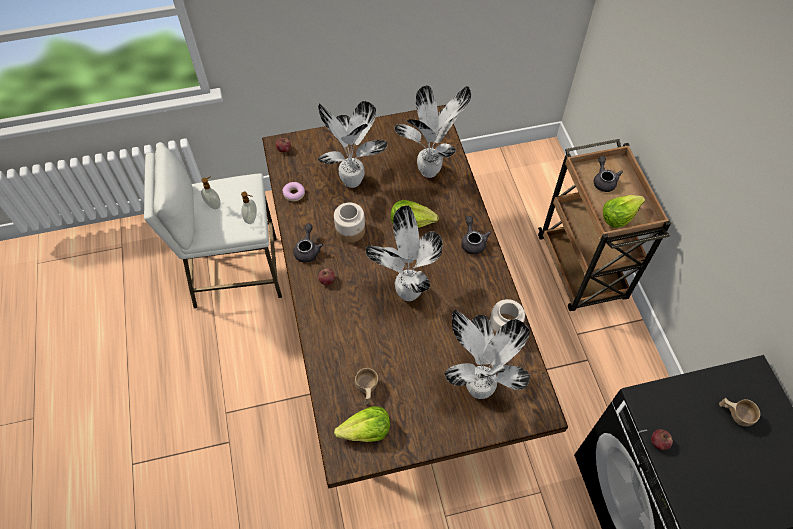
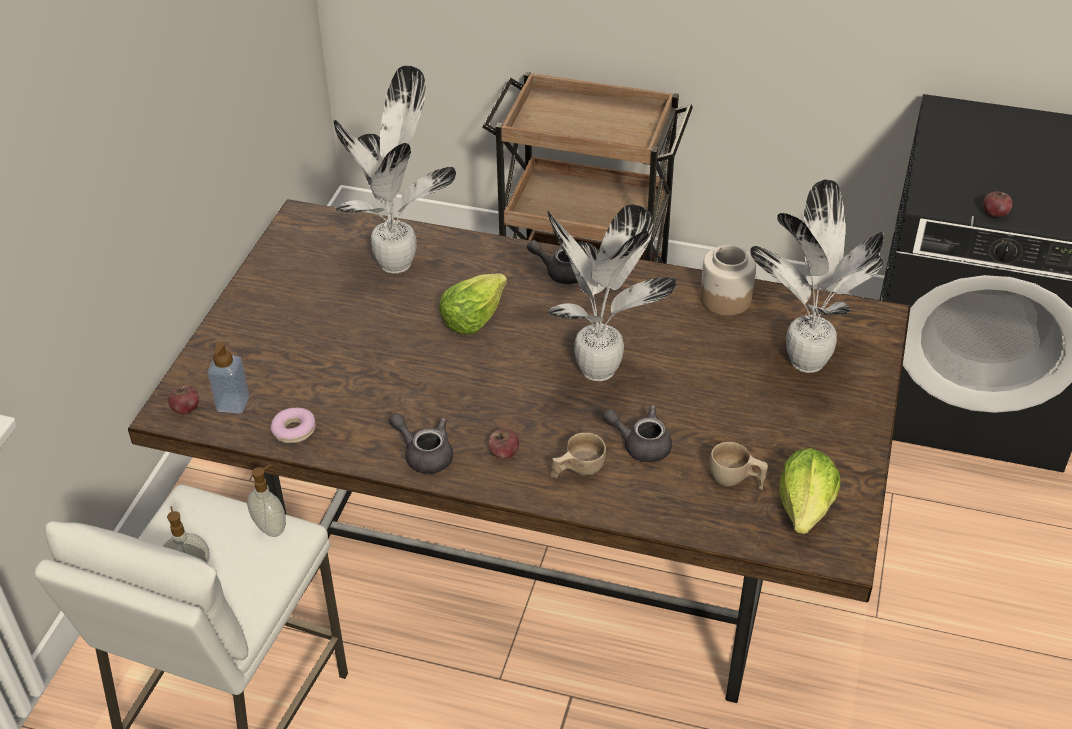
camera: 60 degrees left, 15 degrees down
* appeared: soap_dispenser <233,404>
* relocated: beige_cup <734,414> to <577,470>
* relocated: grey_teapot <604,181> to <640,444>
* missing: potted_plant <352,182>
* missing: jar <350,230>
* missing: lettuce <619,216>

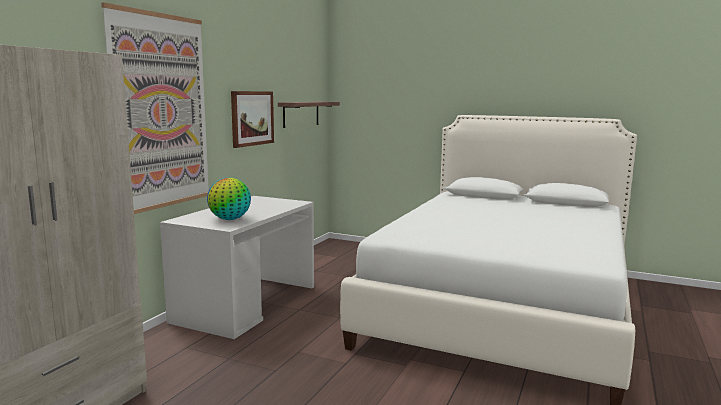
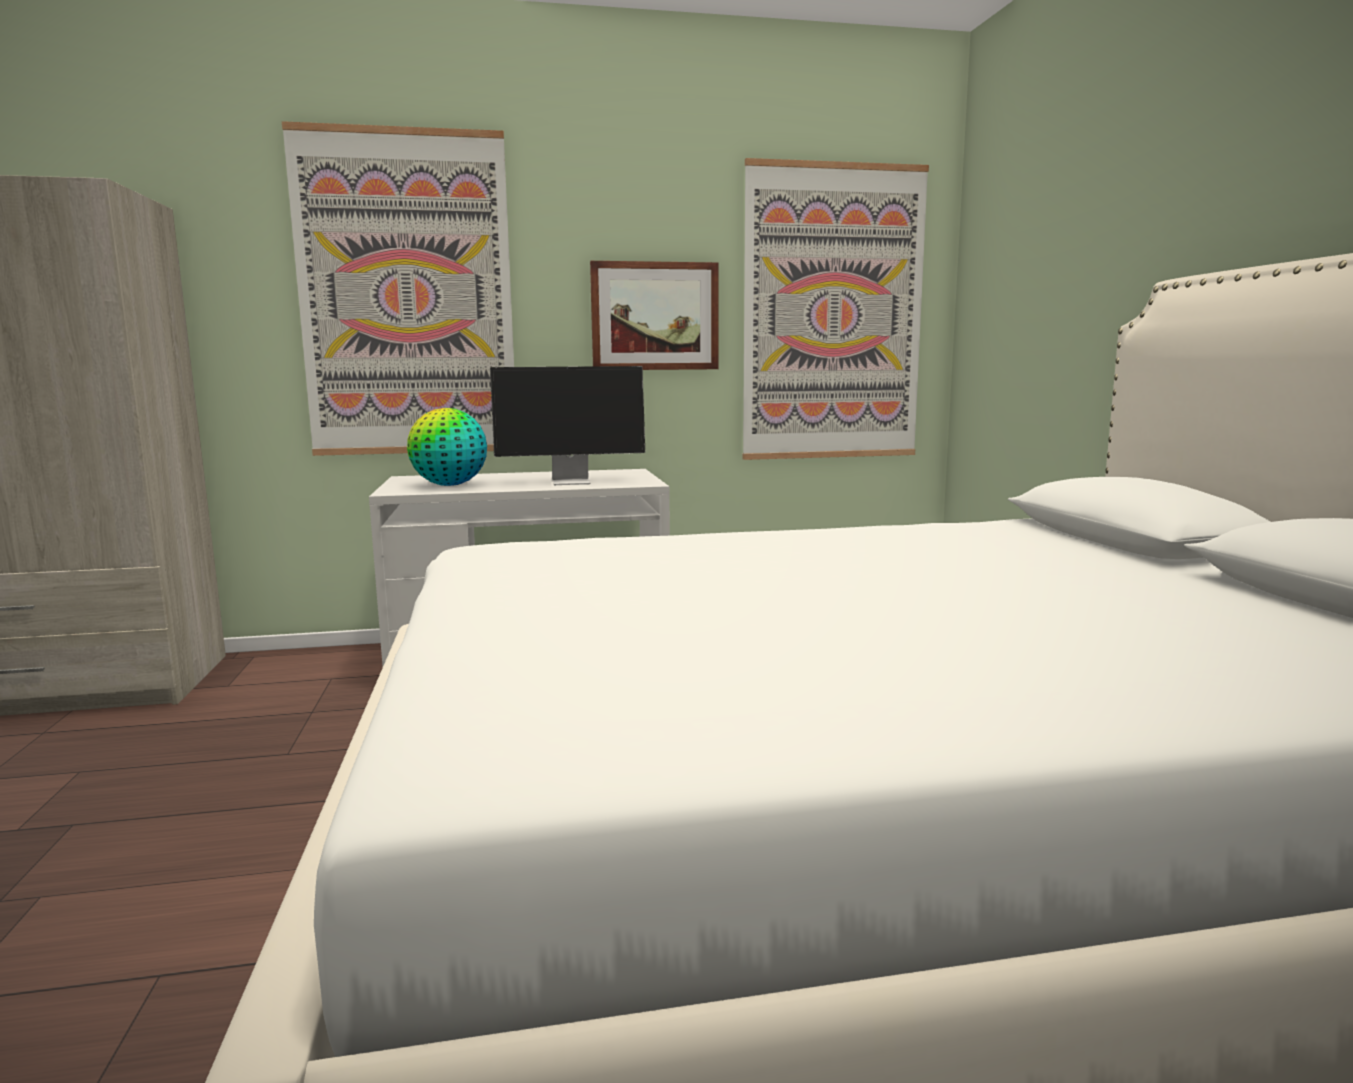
camera: 55 degrees right, 0 degrees up
* appeared: monitor <572,482>
* exchanged: shelf <301,114> to picture <833,314>

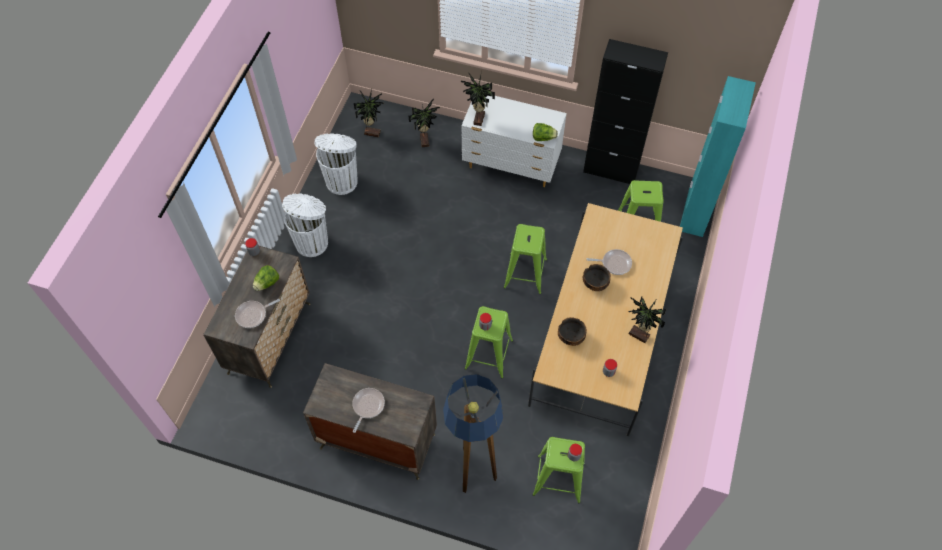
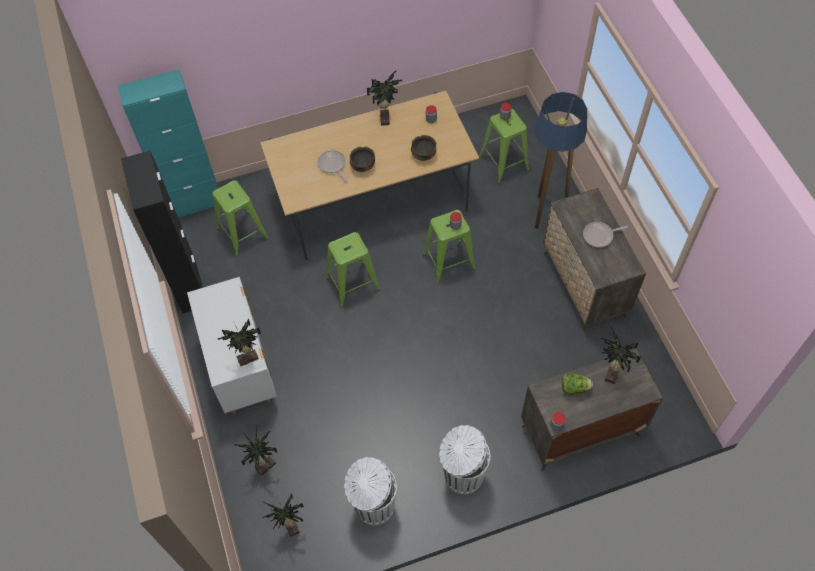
camera: 125 degrees left, 0 degrees up
* exchanged: frying_pan <253,315> to potted_plant <610,373>
* missing: lettuce <543,138>

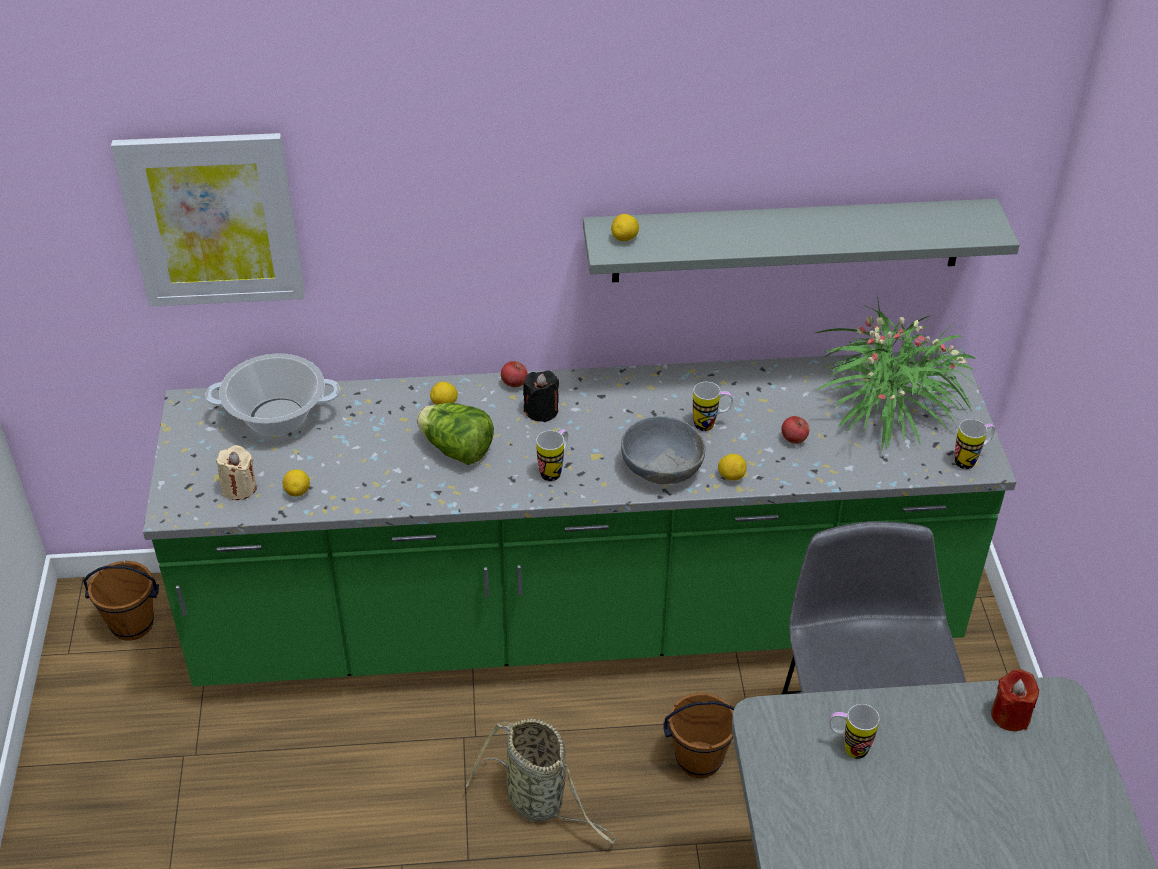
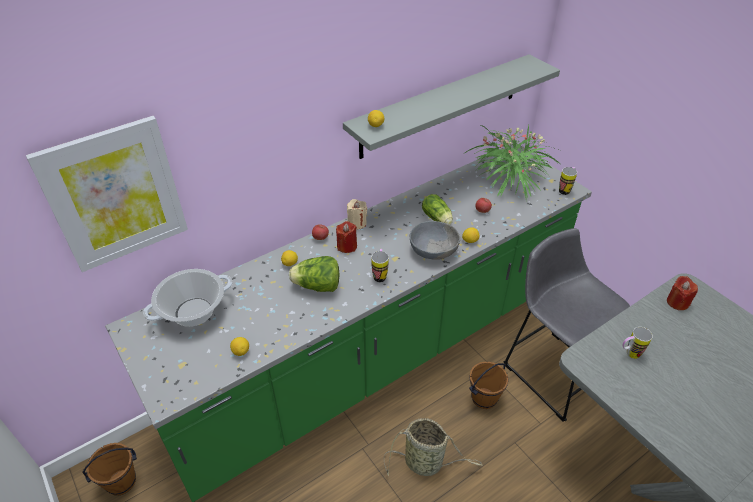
camera: 30 degrees left, 0 degrees up
* colour: black_candle <541,411> to red_candle <347,246>
* relocated: beige_candle <239,488> to <357,223>
* exchanged: mug <710,424> to lettuce <437,219>

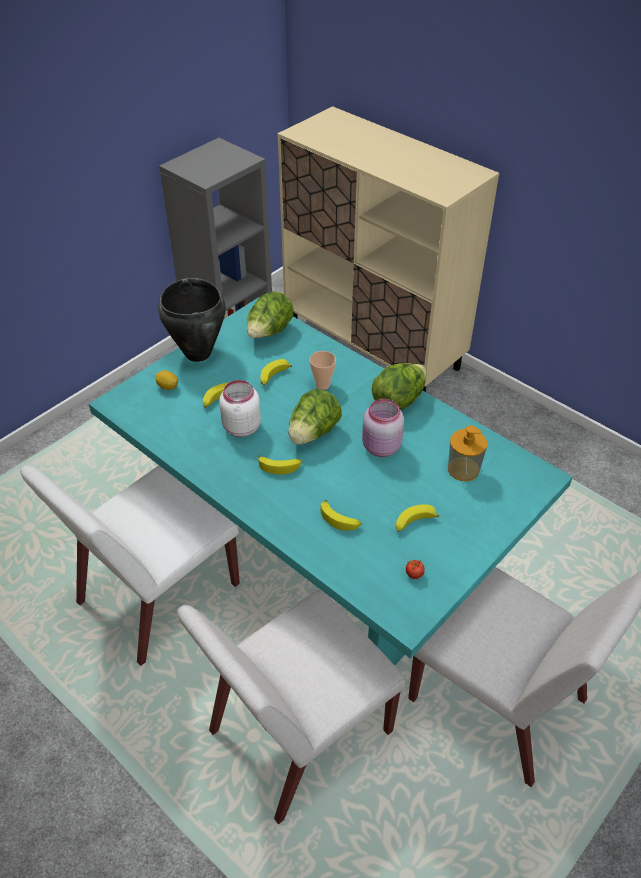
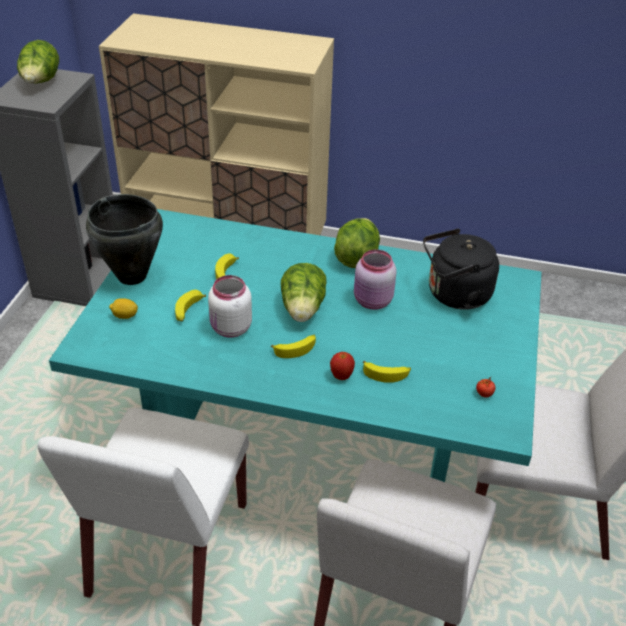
camera: 30 degrees left, 5 degrees down
* relocated: lettuce <269,333> to <41,83>
* appeared: apple <341,376>
* exchanged: soap_dispenser <463,469> to black_kettle <455,295>
* missing: cup <322,384>
* missing: banana <414,523>

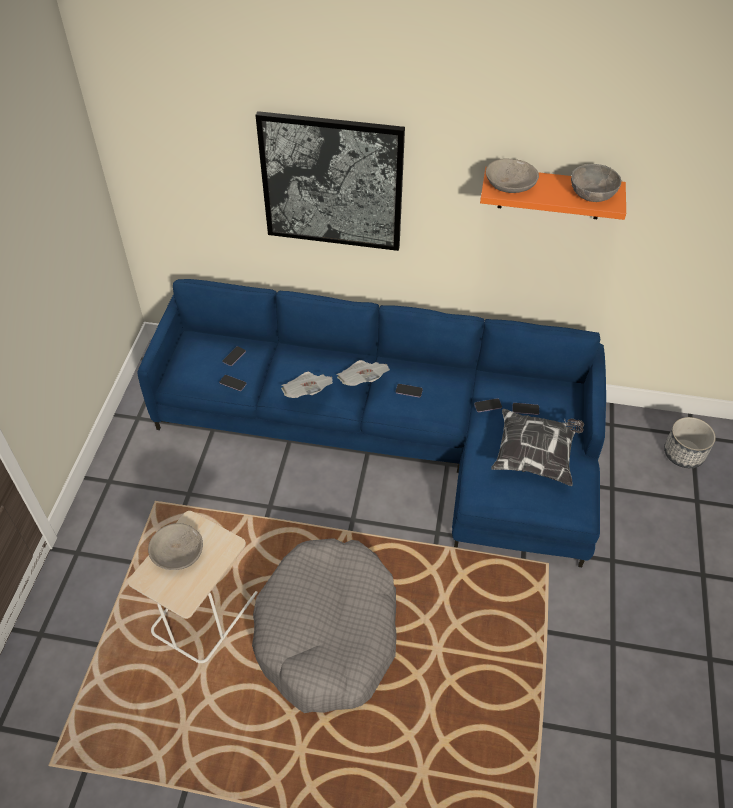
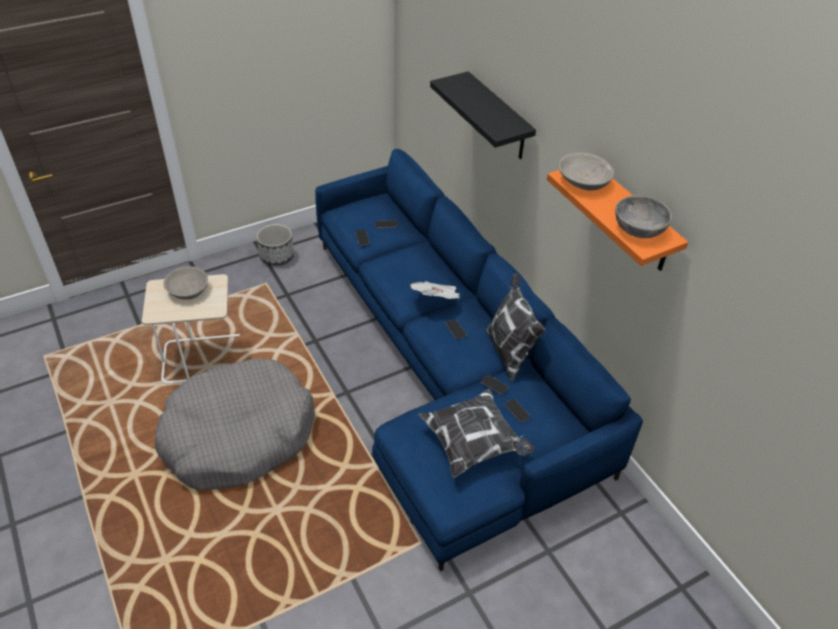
camera: 50 degrees right, 5 degrees down
* relocated: planter <684,454> to <277,256>
* exchanged: picture <332,182> to black_shelf <498,117>
* appeared: pillow <509,352>
* missing: newspaper <307,393>

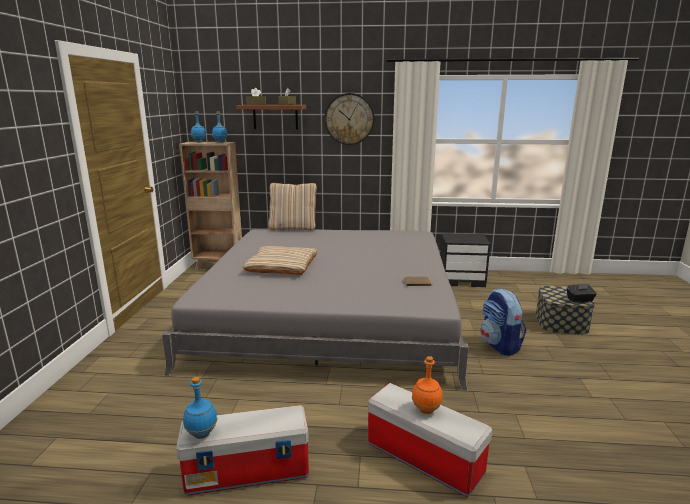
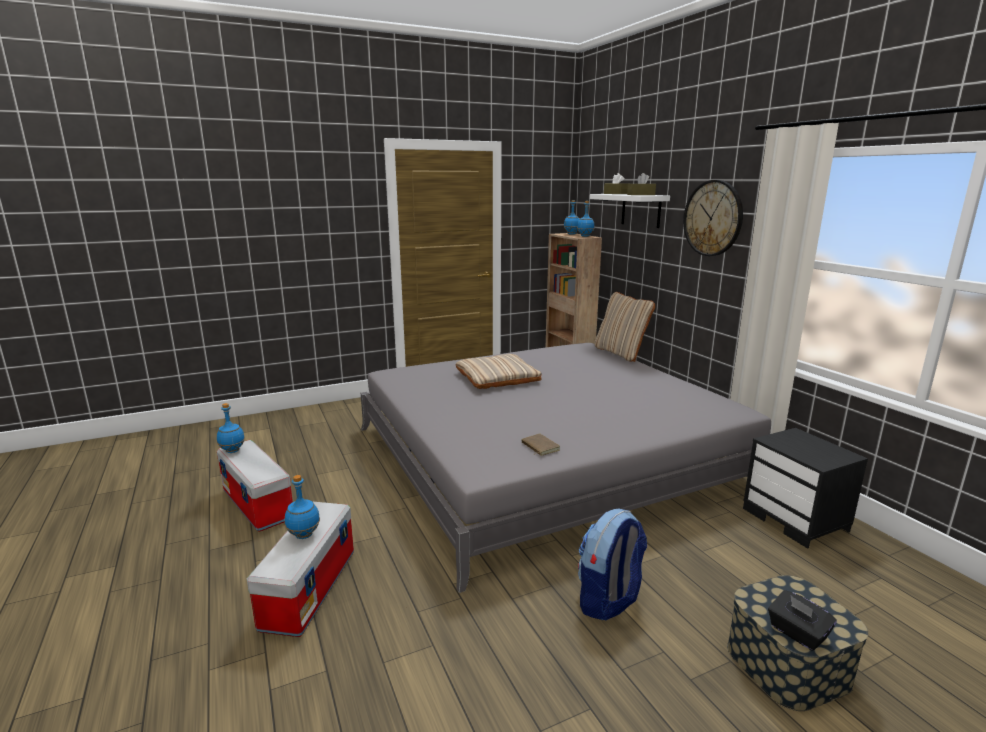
camera: 60 degrees right, 0 degrees up
* colour: orange_bottle <426,410> to blue_bottle <304,535>
* colour: brown_shelf <275,117> to white_shelf <641,210>

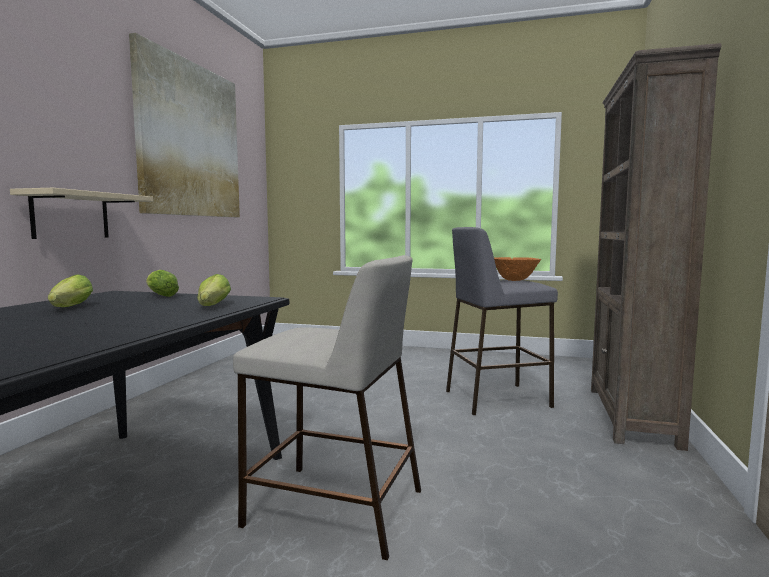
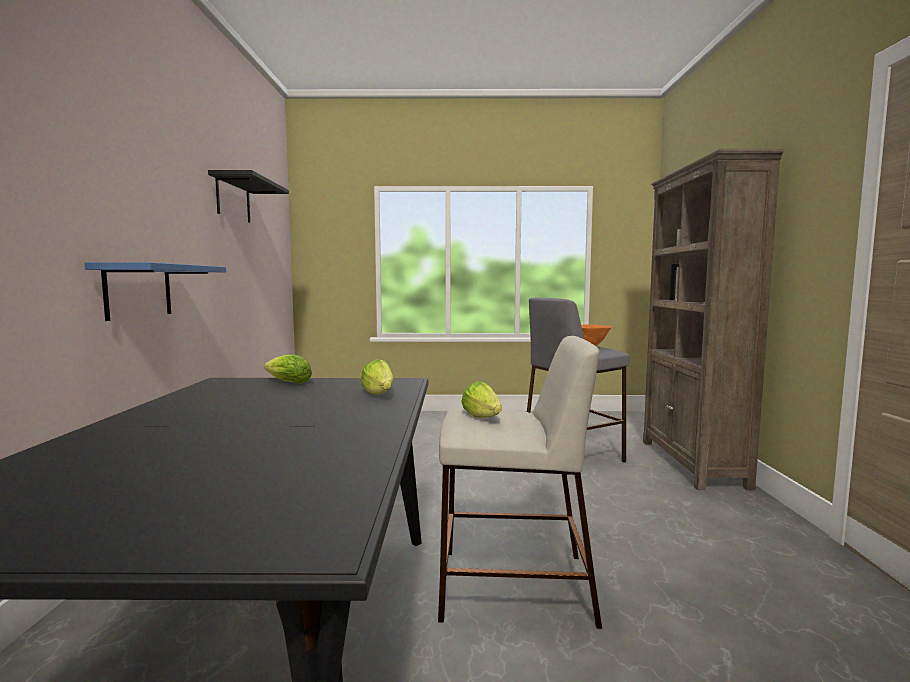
camera: 15 degrees left, 0 degrees up
* colour: beige_shelf <71,215> to blue_shelf <138,291>
* exchanged: picture <190,140> to black_shelf <233,199>
* relocated: lettuce <69,307> to <483,417>

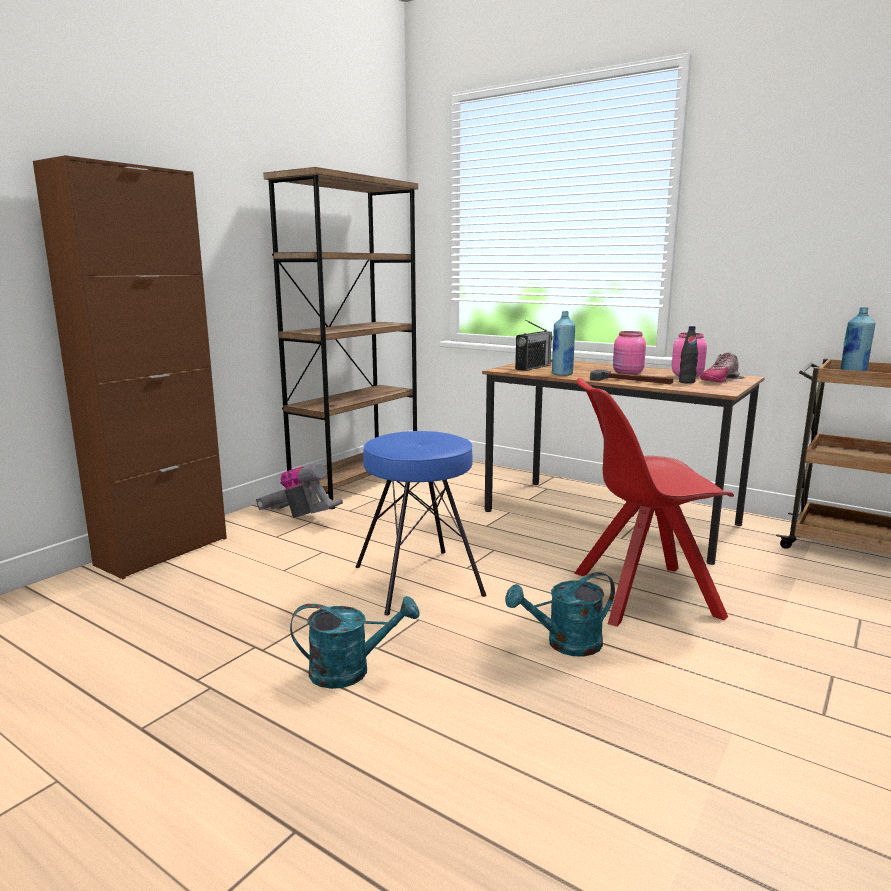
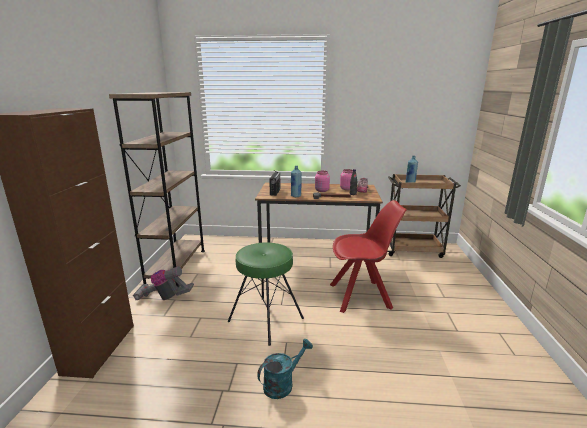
camera: 30 degrees left, 5 degrees up
* colour: blue_stool <419,580> to green_stool <266,319>
* spun: red_chair <640,595> = <361,296> 150 degrees counterclockwise
* missing: turquoise_watering_can <565,644>

